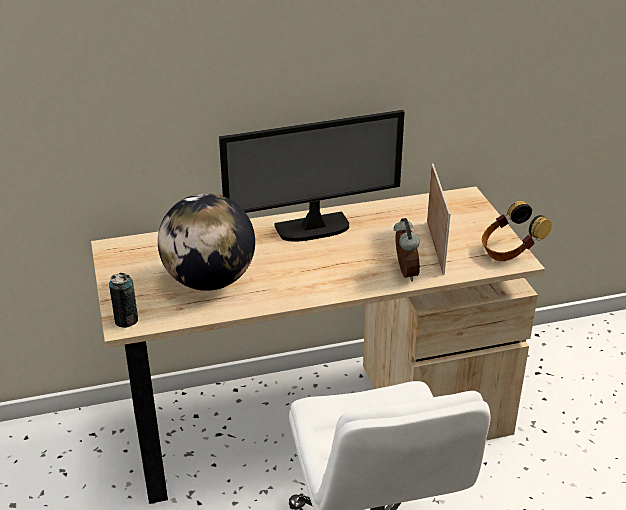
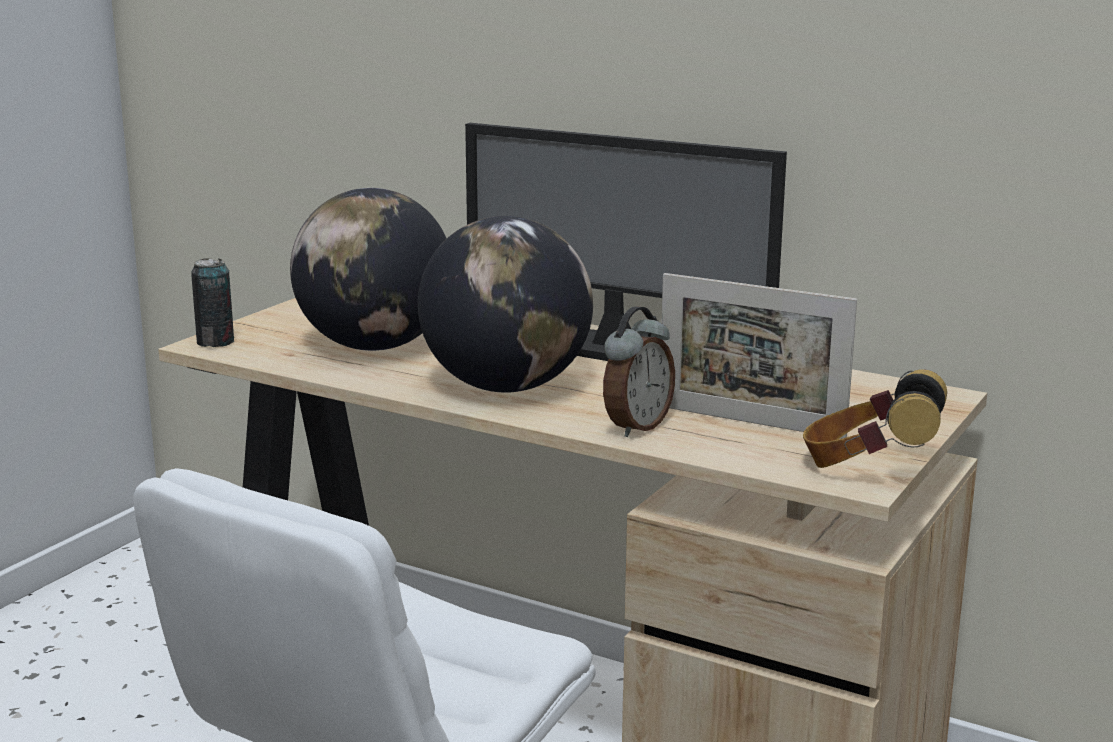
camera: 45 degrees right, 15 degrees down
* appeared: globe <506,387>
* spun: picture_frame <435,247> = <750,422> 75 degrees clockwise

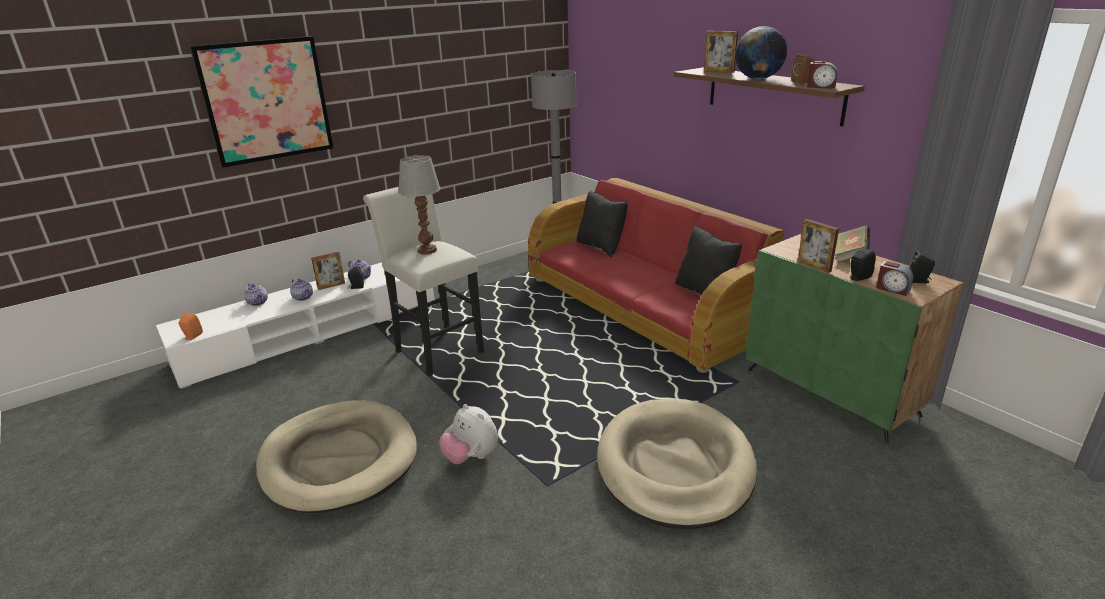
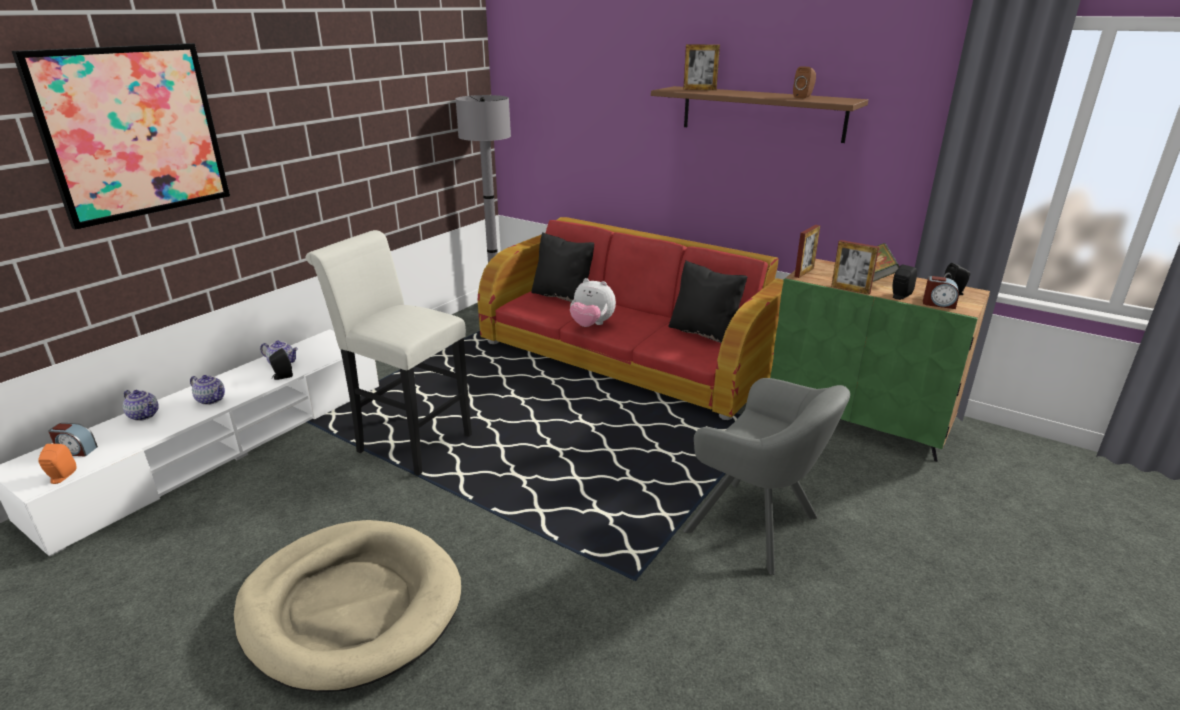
camera: 20 degrees left, 0 degrees up
* relocated: alarm_clock <821,87> to <76,451>
* relocated: plush_toy <471,457> to <591,325>
* exchanged: beige_dog_bed <675,466> to grey_armchair <758,527>
* relocated: picture_frame <331,286> to <804,272>
* missing: table_lamp <426,250>
* missing: globe <758,79>

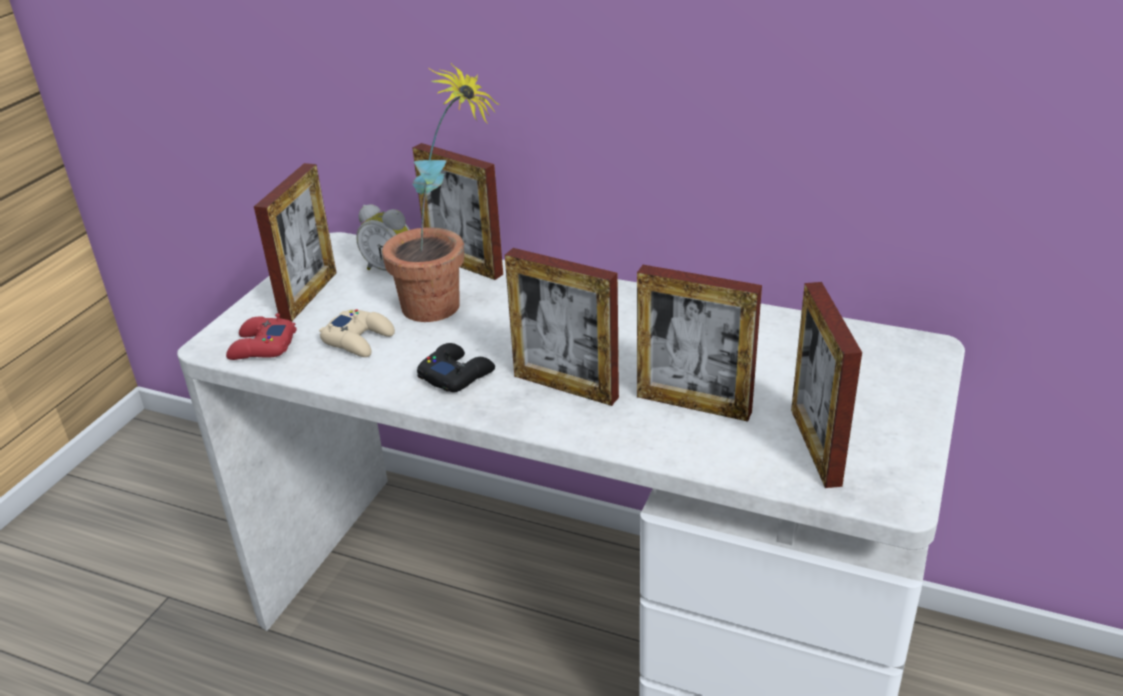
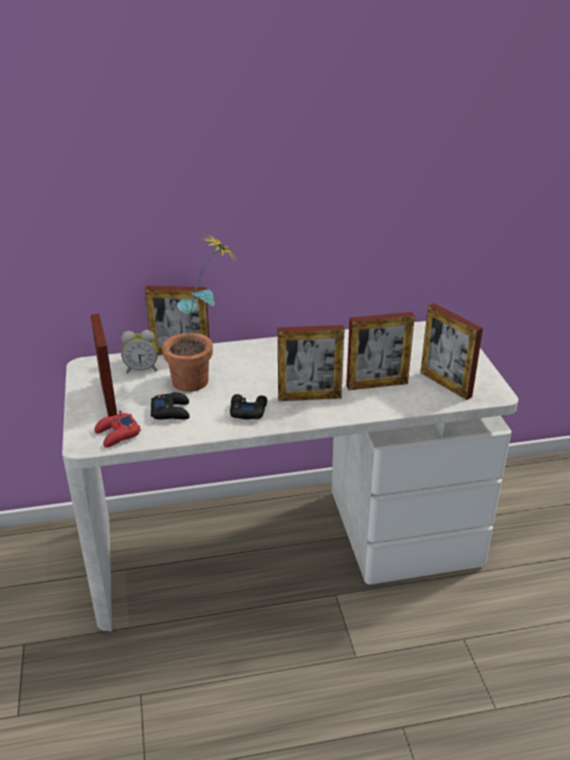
camera: 35 degrees left, 0 degrees up
* colour: beige_game_controller <359,339> to black_game_controller <171,411>

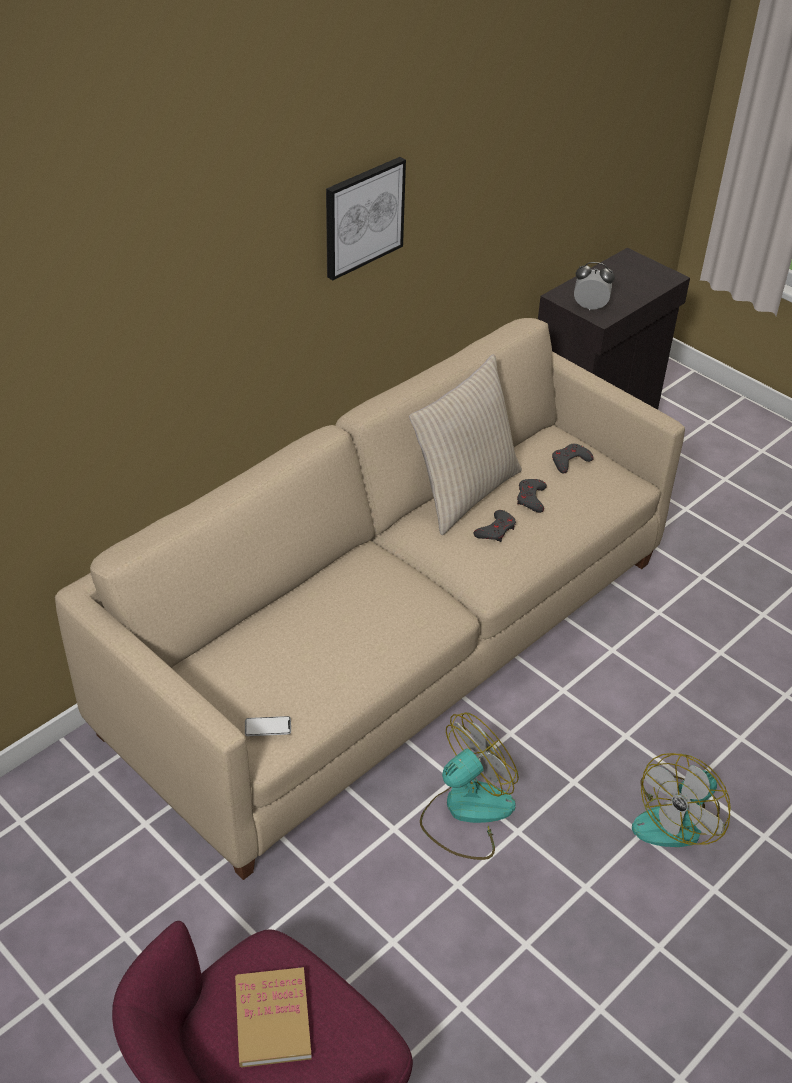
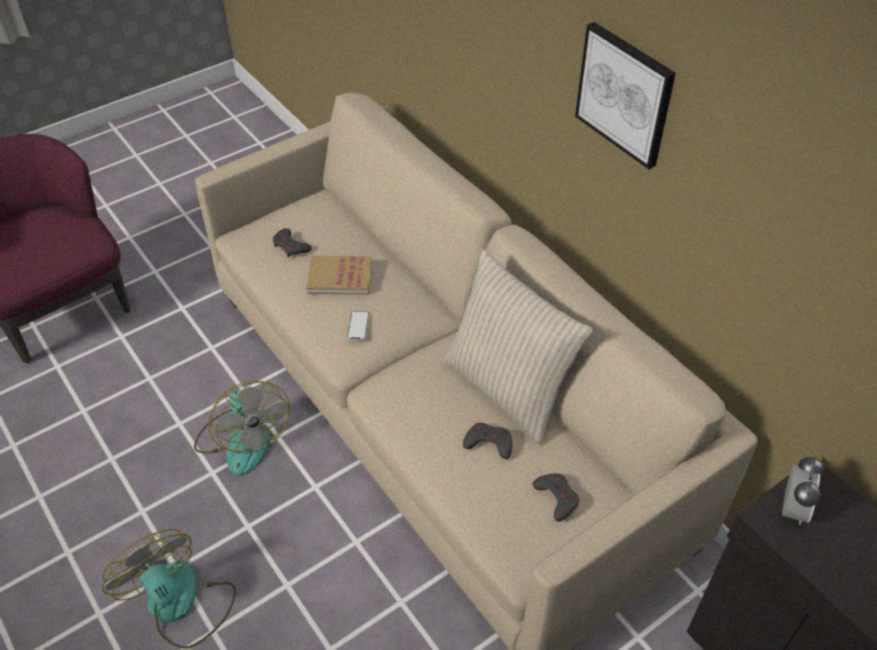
camera: 100 degrees right, 5 degrees up
* relocated: grey_game_controller <496,530> to <291,246>
* relocated: book <272,1019> to <340,277>
* relocated: phone <268,727> to <358,326>

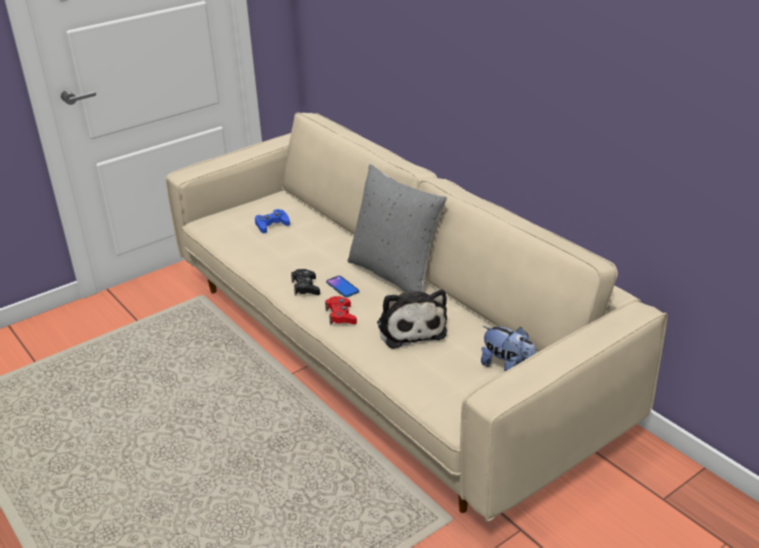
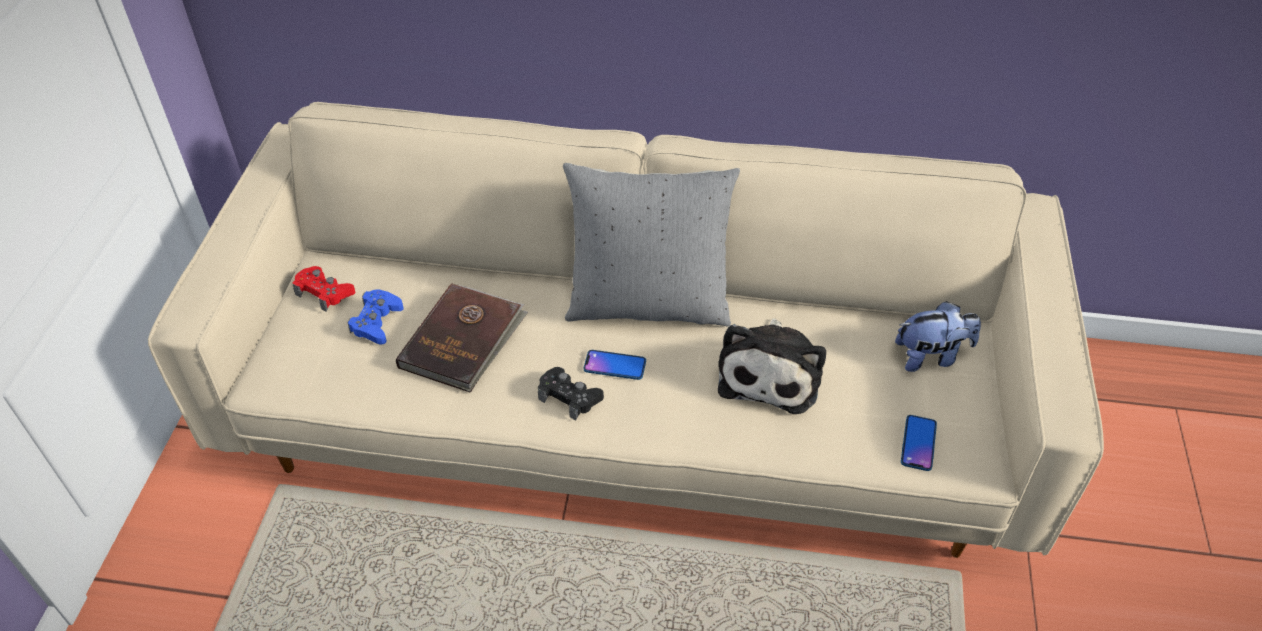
camera: 45 degrees left, 15 degrees up
* relocated: red_game_controller <341,316> to <324,292>
* appeared: brown_book <464,340>
* spun: plush_toy <410,328> = <771,373> 75 degrees clockwise
* appeared: phone <918,443>

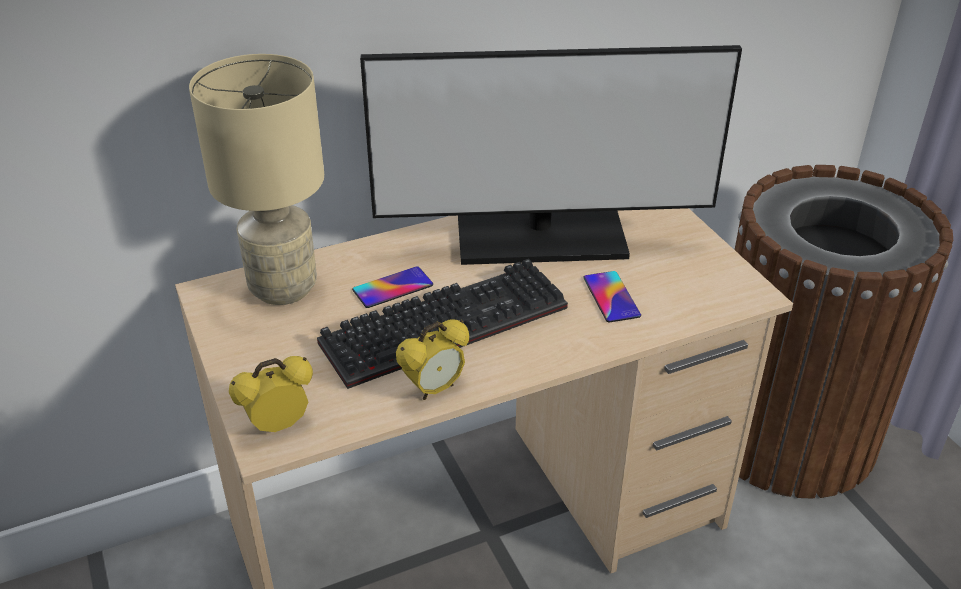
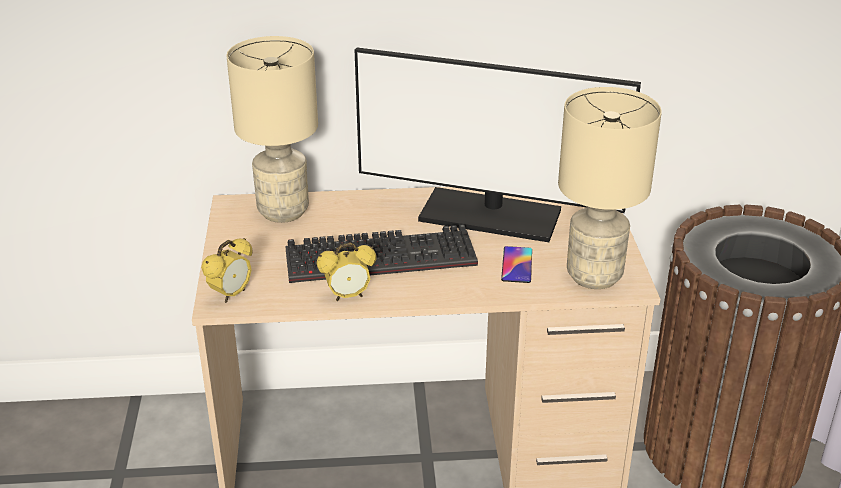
camera: 20 degrees right, 5 degrees down
* spun: alarm_clock <279,425> = <231,295> 135 degrees clockwise
* appeared: beige_table_lamp <593,276>
* missing: phone <393,288>

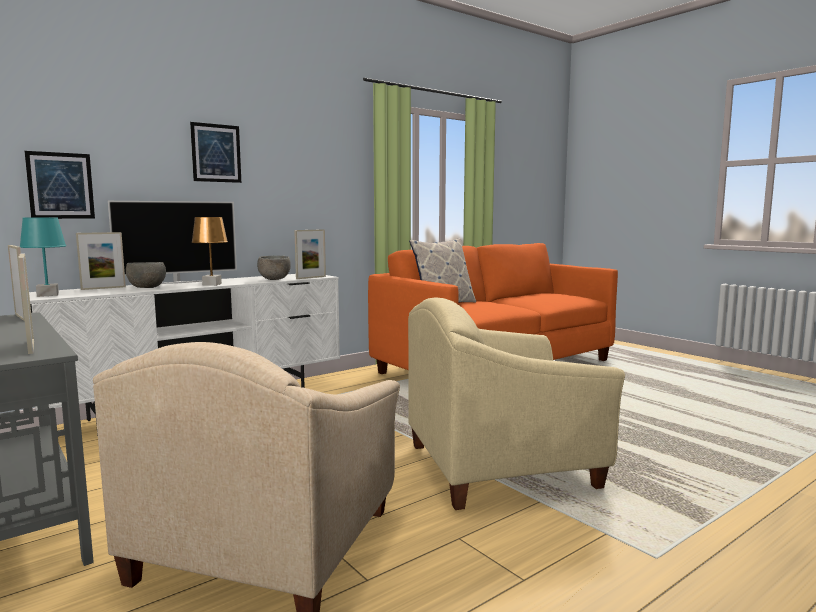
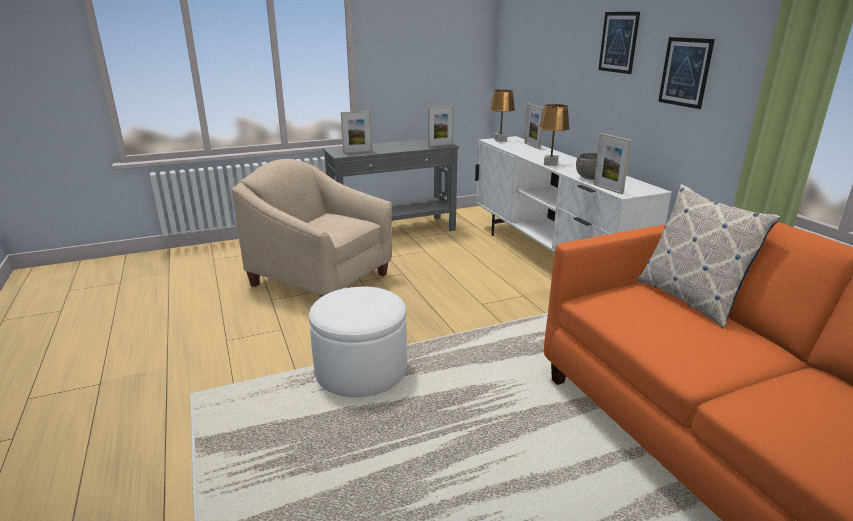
camera: 105 degrees right, 15 degrees up
* exchanged: beige_armchair <502,467> to white_ottoman <361,369>
* colour: turquoise_table_lamp <48,295> to brown_table_lamp <500,140>
* relocated: picture <60,185> to <685,72>
* missing: television <177,282>
* missing: grey_bowl <147,288>

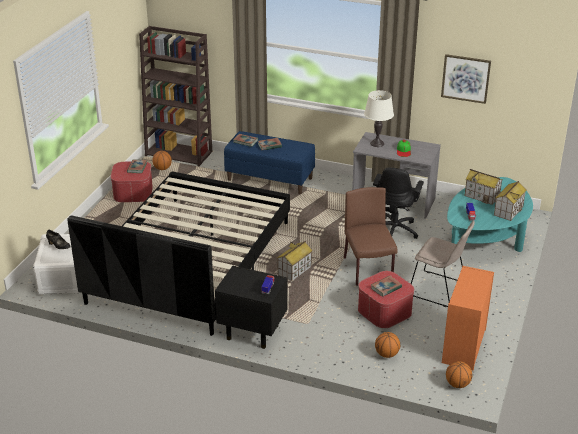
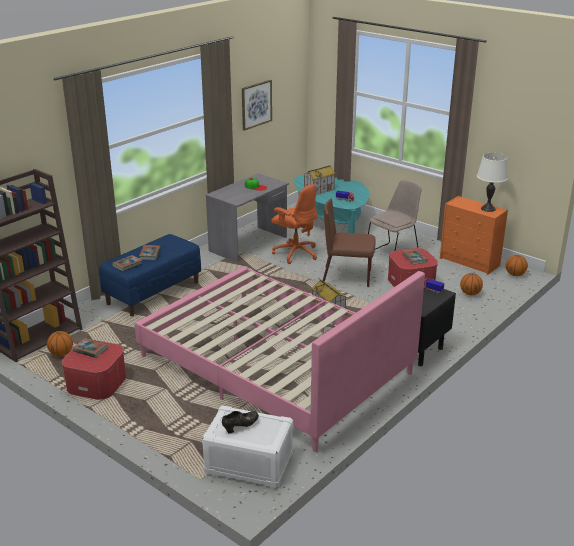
camera: 70 degrees left, 5 degrees down
* colour: black_bed <191,261> to pink_bed <274,365>
* colour: black_office_chair <394,230> to orange_office_chair <295,253>
* relocated: white_table_lamp <377,143> to <488,209>
* missing: toy_house <508,211>

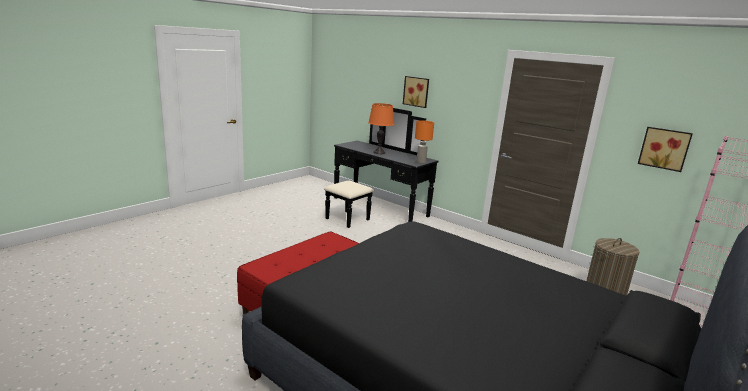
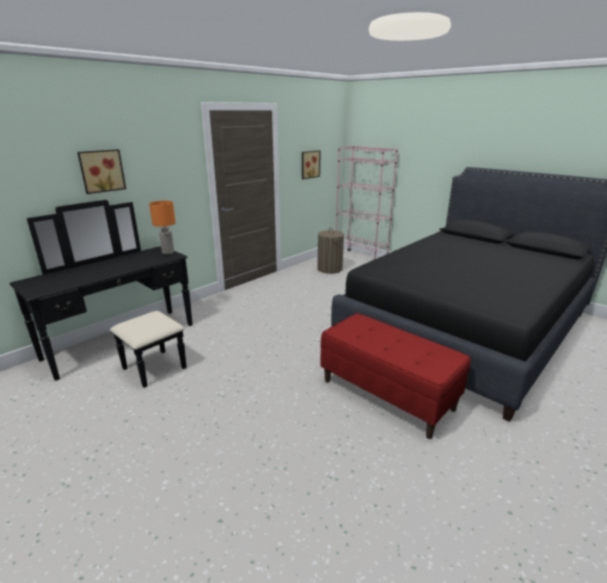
camera: 85 degrees left, 5 degrees up
* missing: orange_table_lamp <379,152>

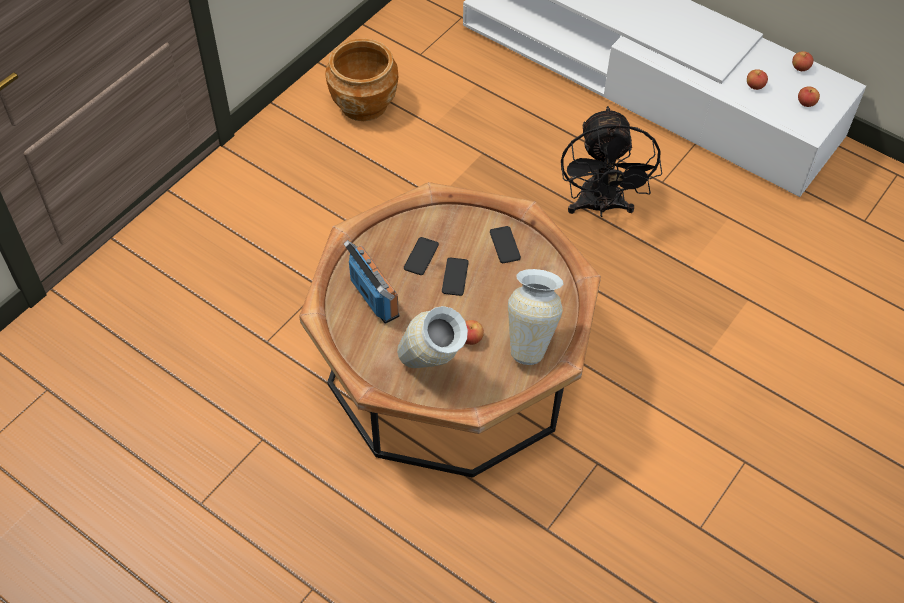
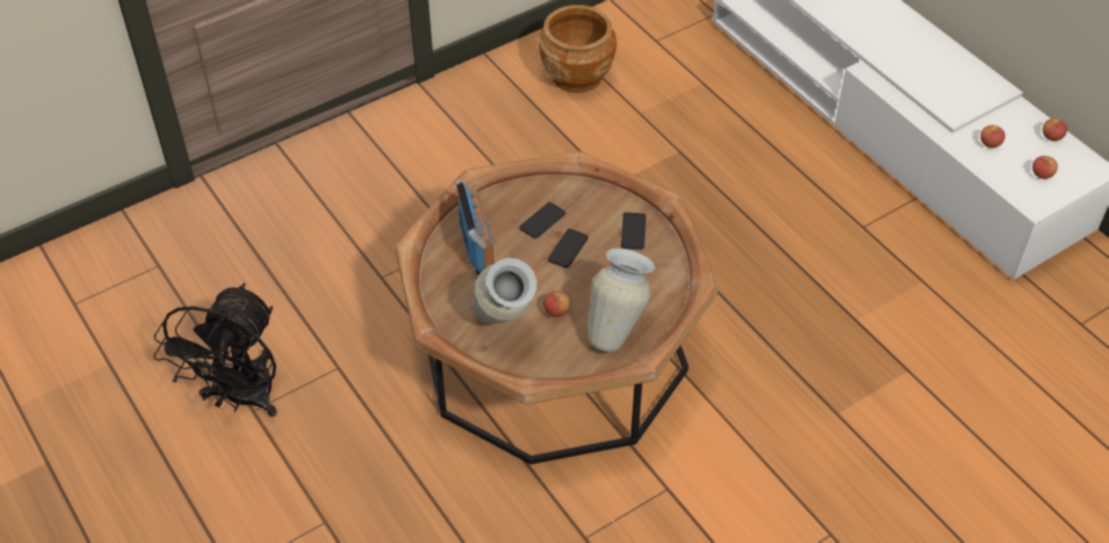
camera: 20 degrees right, 5 degrees down
* relocated: black_fan <600,207> to <242,399>

